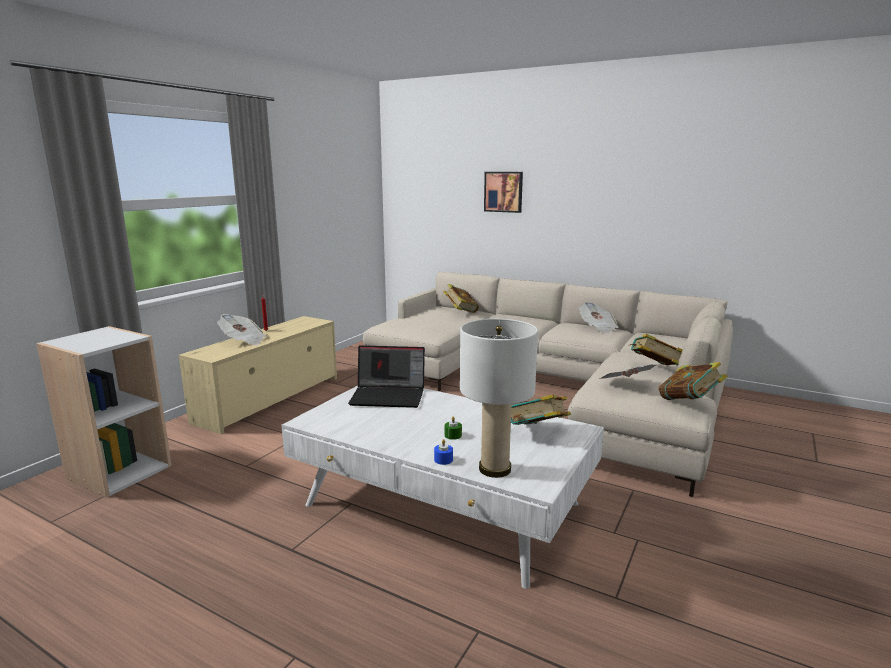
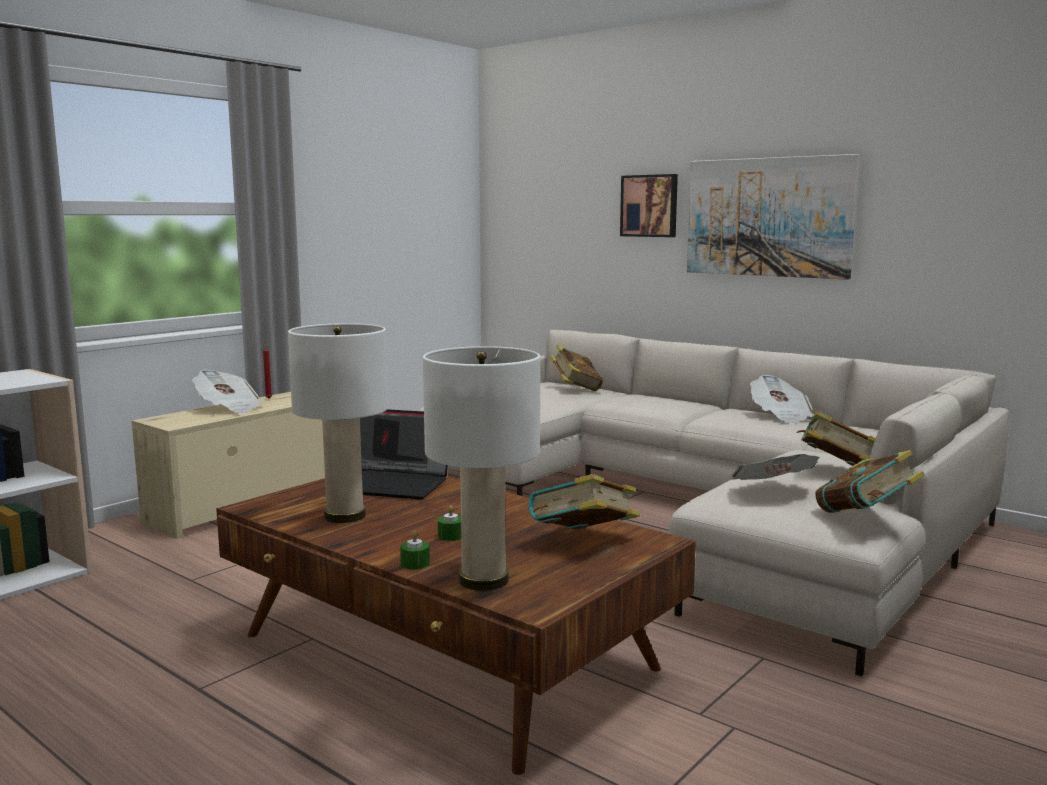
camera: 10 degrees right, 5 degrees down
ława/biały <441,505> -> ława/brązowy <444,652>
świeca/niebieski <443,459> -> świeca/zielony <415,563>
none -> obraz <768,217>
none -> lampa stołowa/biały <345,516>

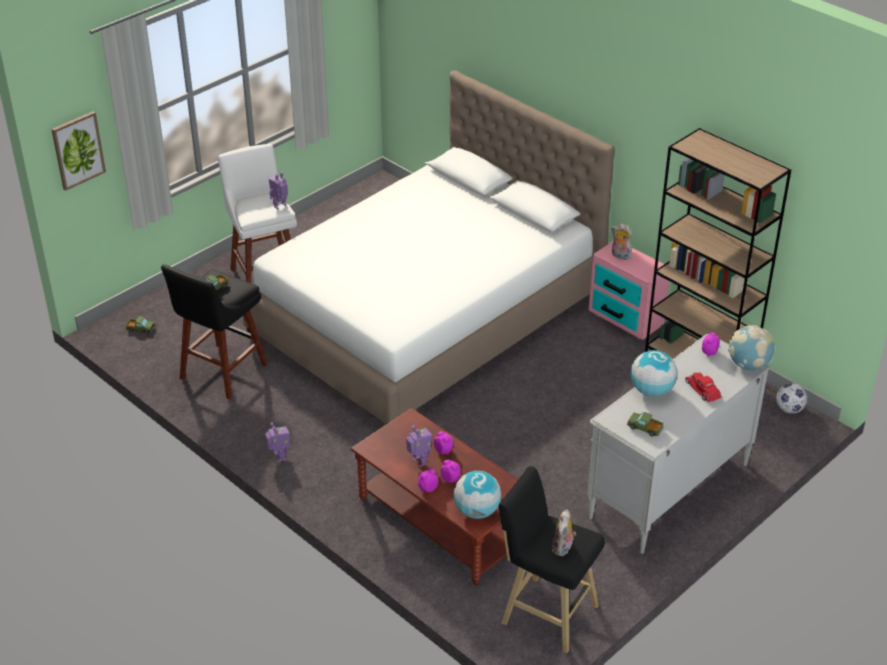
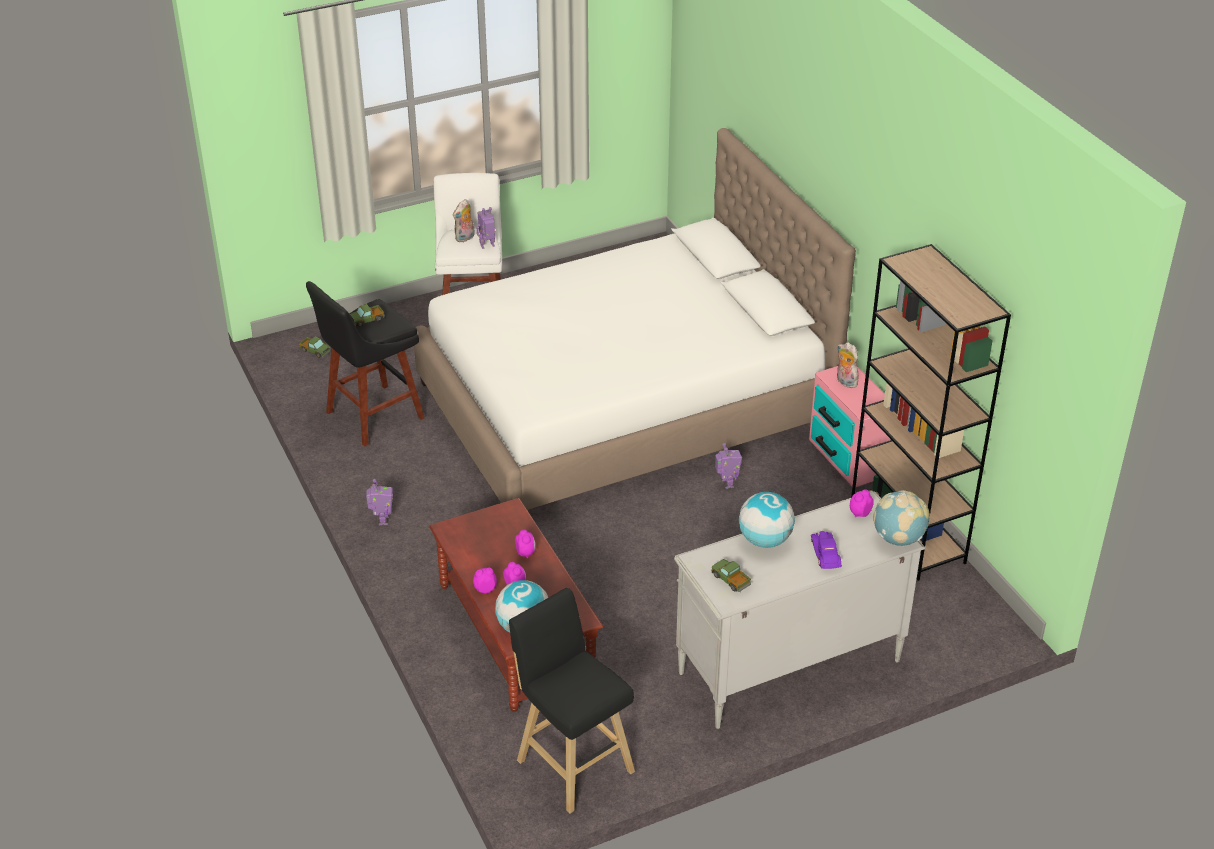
camera: 20 degrees right, 0 degrees up
obraz <78,150> -> none
samochodzik/czerwony <703,390> -> samochodzik/fioletowy <825,554>
piłka futbolowa <789,409> -> none
robot zabawkowy <419,462> -> robot zabawkowy <726,484>, relocated
pluszak <563,548> -> pluszak <465,238>, relocated

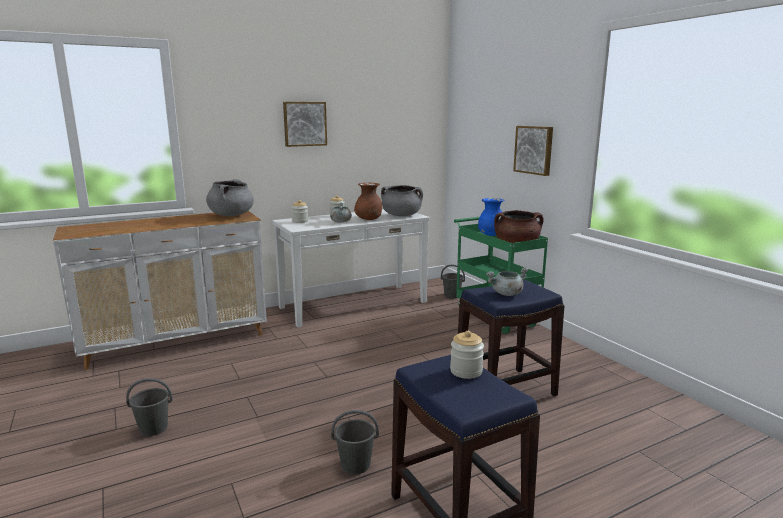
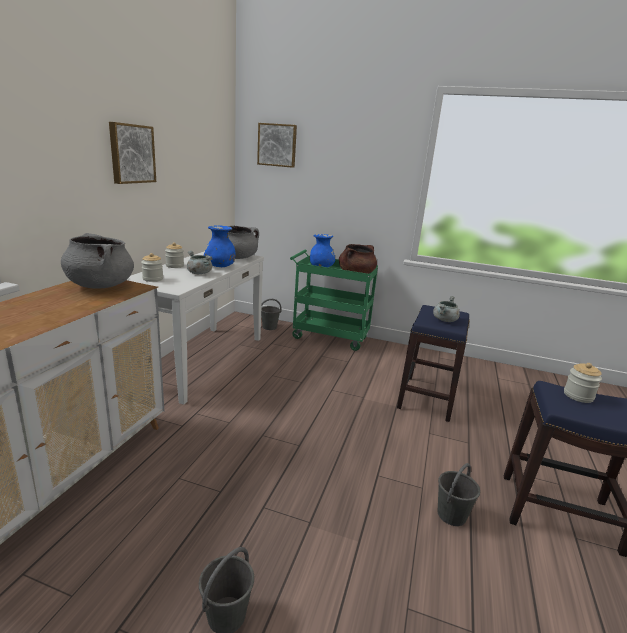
camera: 45 degrees left, 5 degrees up
obraz <534,150> -> obraz <277,145>, relocated
wazon/brązowy <368,219> -> wazon/niebieski <220,266>

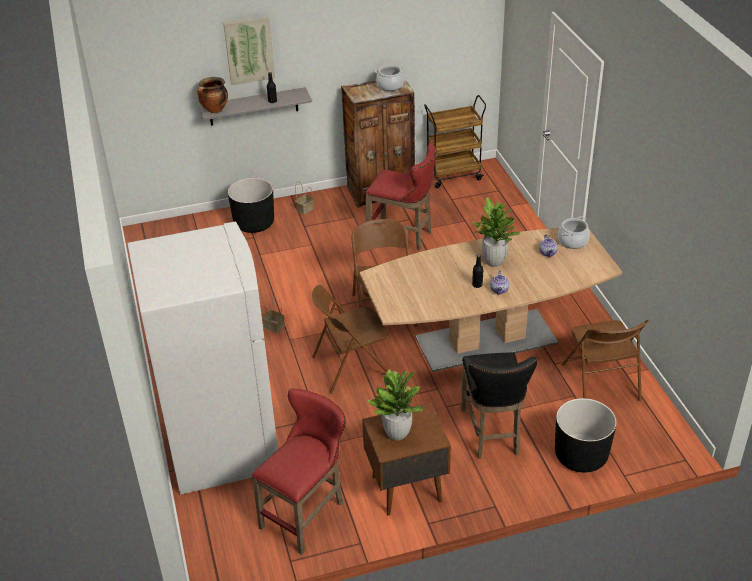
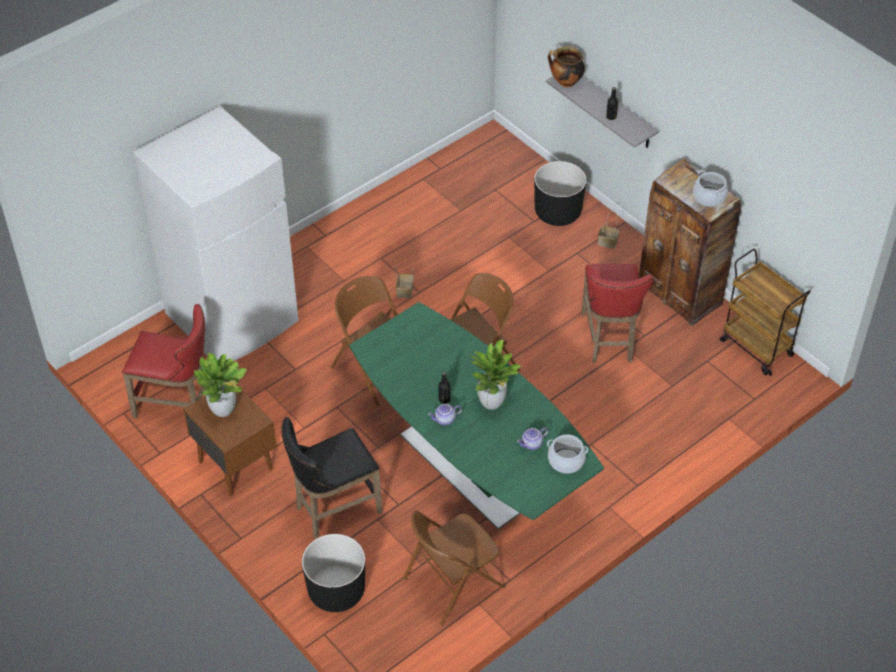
camera: 65 degrees right, 10 degrees up
obraz <249,50> -> none
stół jadalny/brązowy <486,340> -> stół jadalny/zielony <471,466>

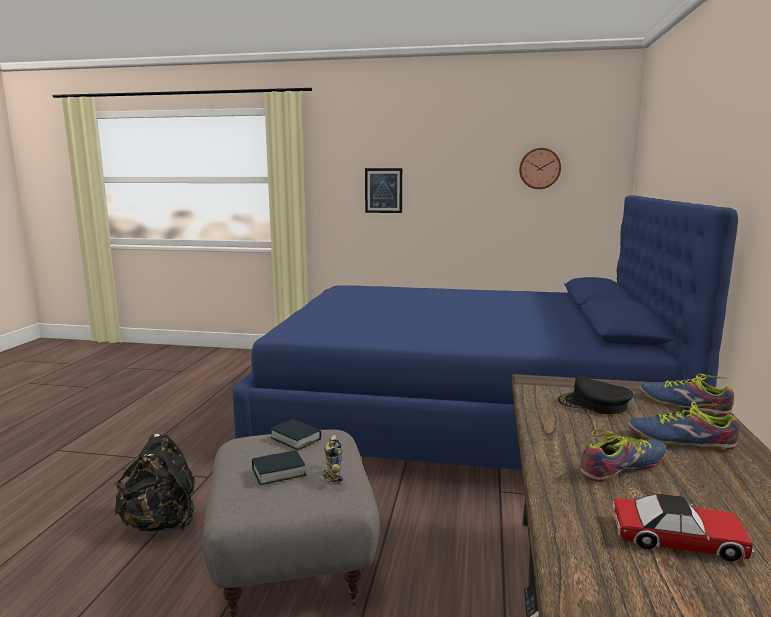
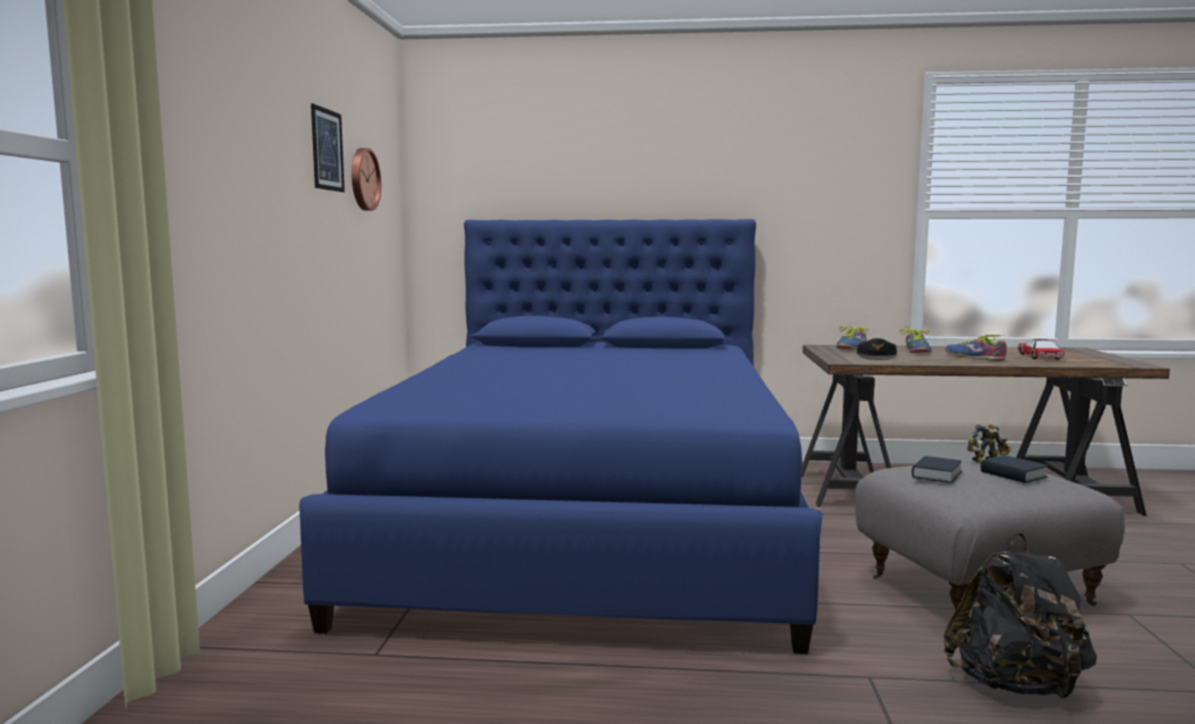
camera: 95 degrees left, 5 degrees down
obraz <383,190> -> obraz <327,149>, relocated

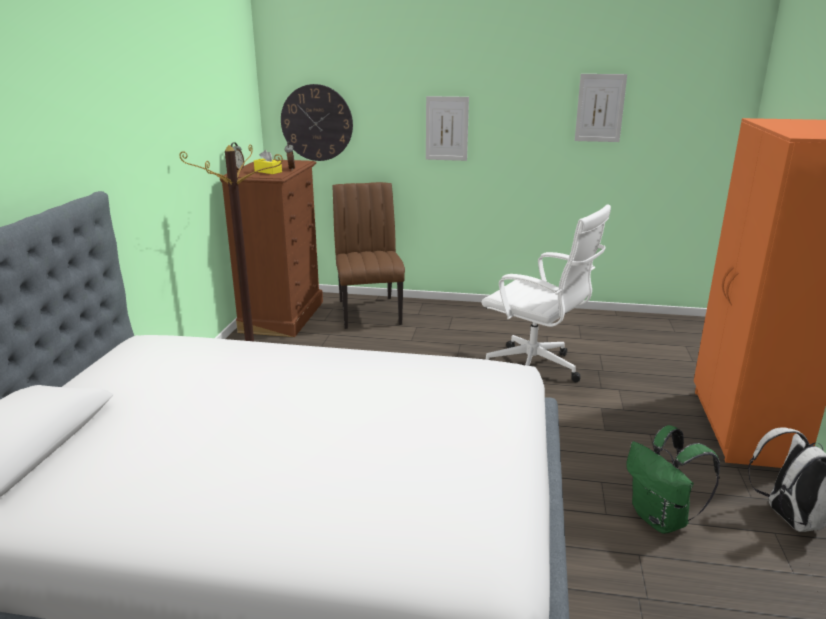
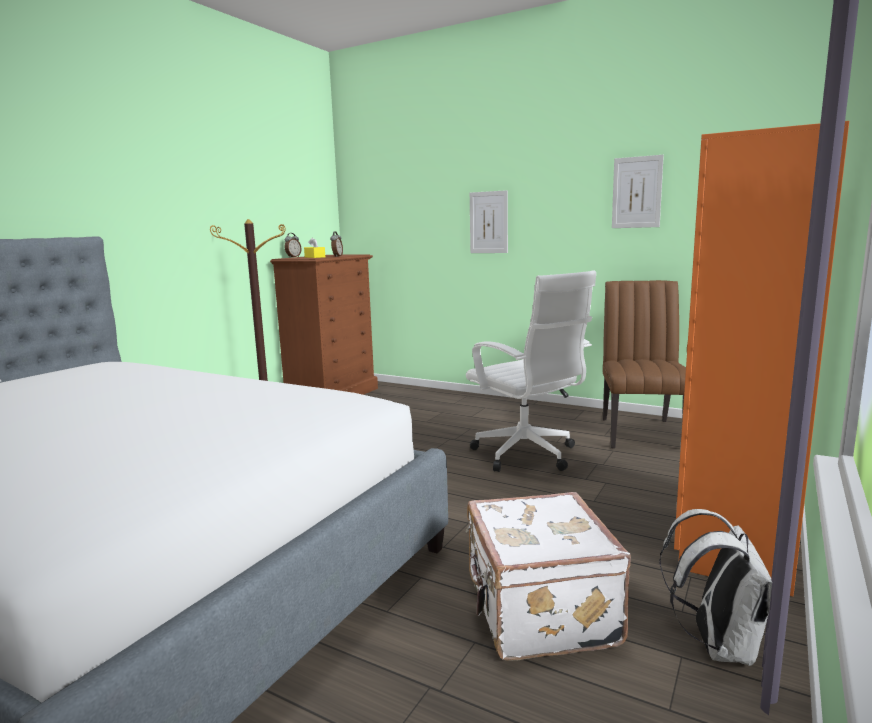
camera: 20 degrees right, 10 degrees down
zegar ścienny <316,123> -> none
krzesło/brązowy <369,312> -> krzesło/brązowy <641,434>, relocated
plecak/zielony <661,519> -> walizka/biały <538,612>

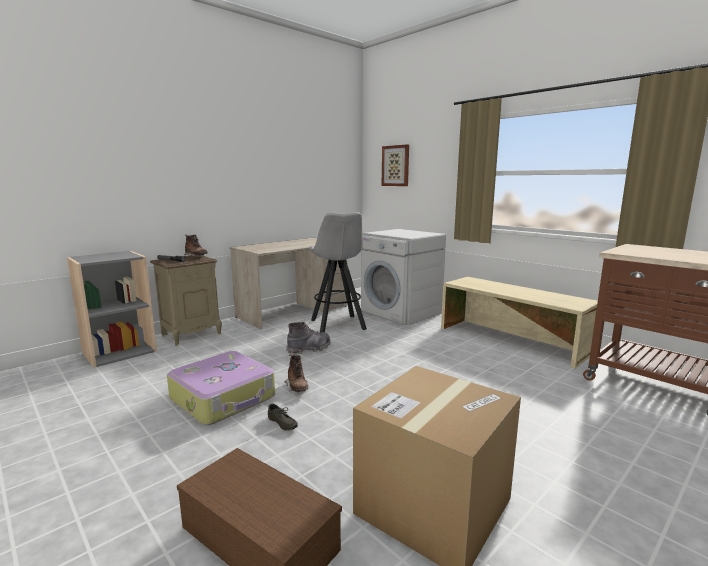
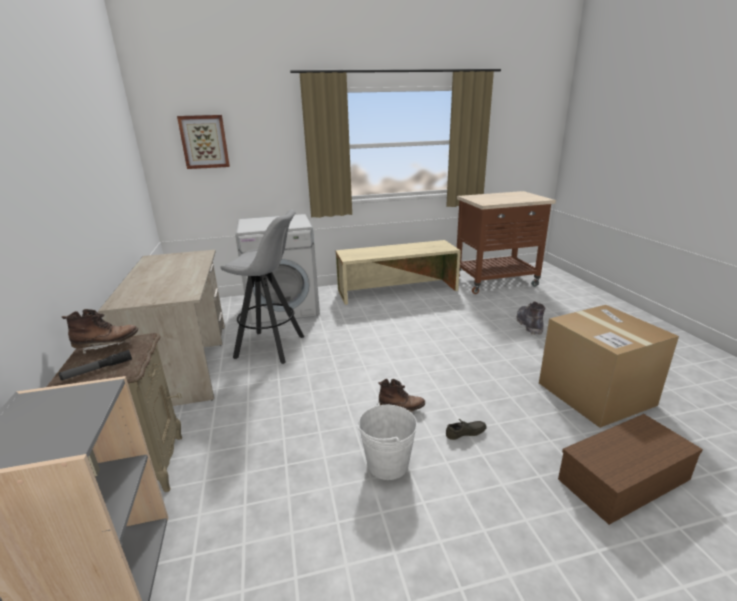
camera: 60 degrees left, 10 degrees up
but z cholewką/szary <309,349> -> but z cholewką/szary <529,325>, relocated
walizka <224,398> -> wiadro/biały <387,464>

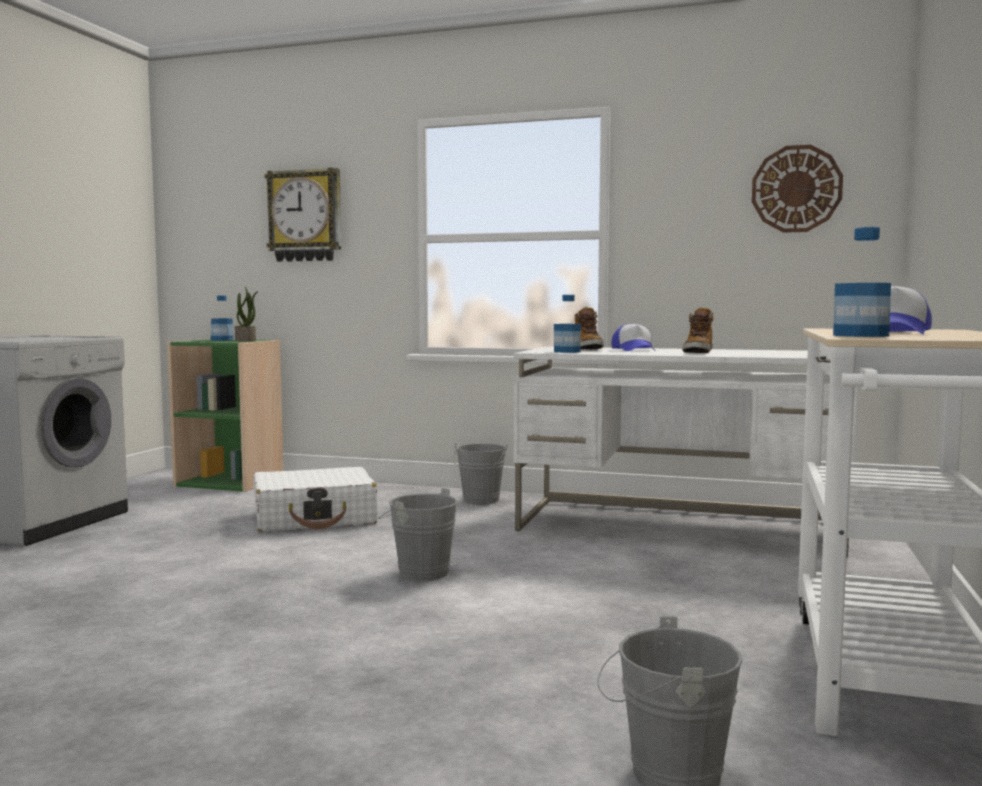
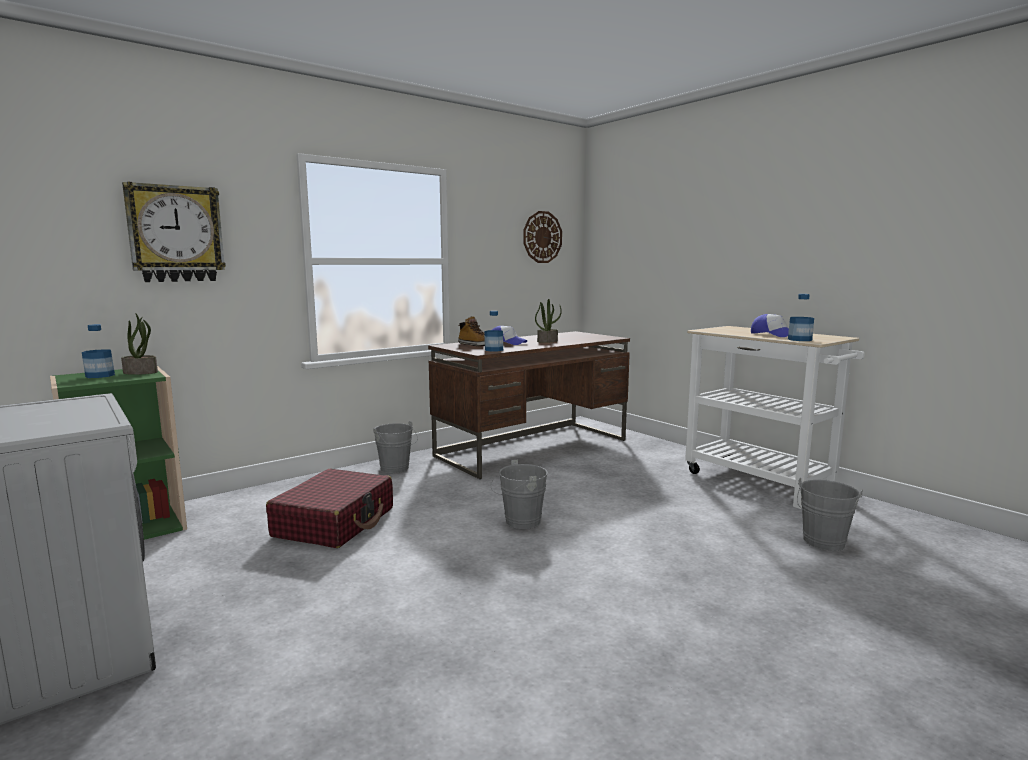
camera: 55 degrees left, 5 degrees up
but z cholewką <698,352> -> roślina doniczkowa <547,341>
biurko/biały <679,526> -> biurko/brązowy <533,448>
walizka/biały <315,518> -> walizka/czerwony <335,522>

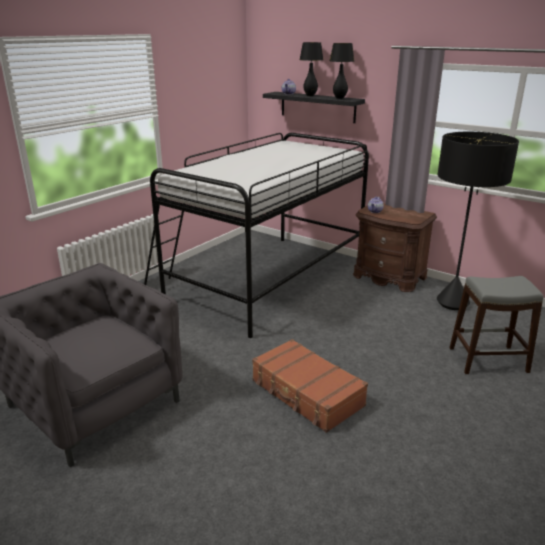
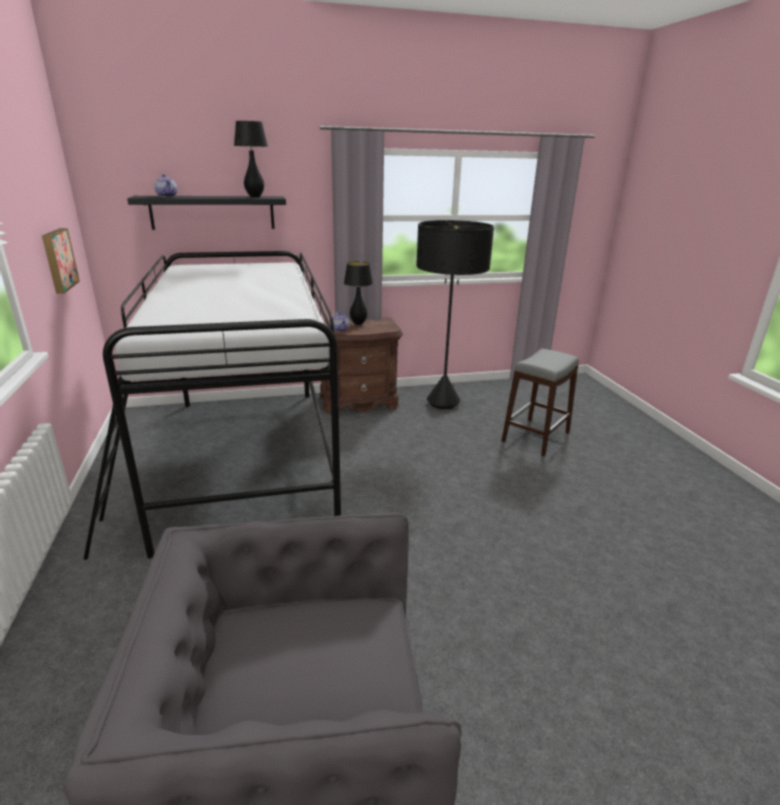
camera: 50 degrees left, 0 degrees up
lampa stołowa/czarny <310,95> -> lampa stołowa/czarny <358,323>, relocated
walizka/brązowy <306,394> -> none
none -> obraz <58,260>

